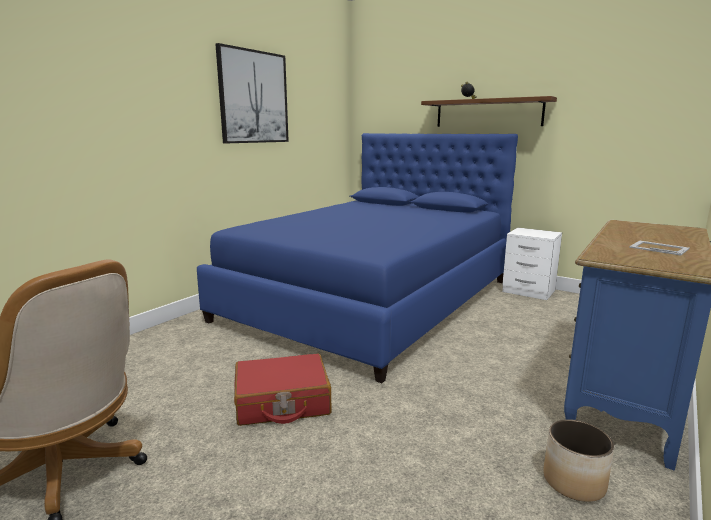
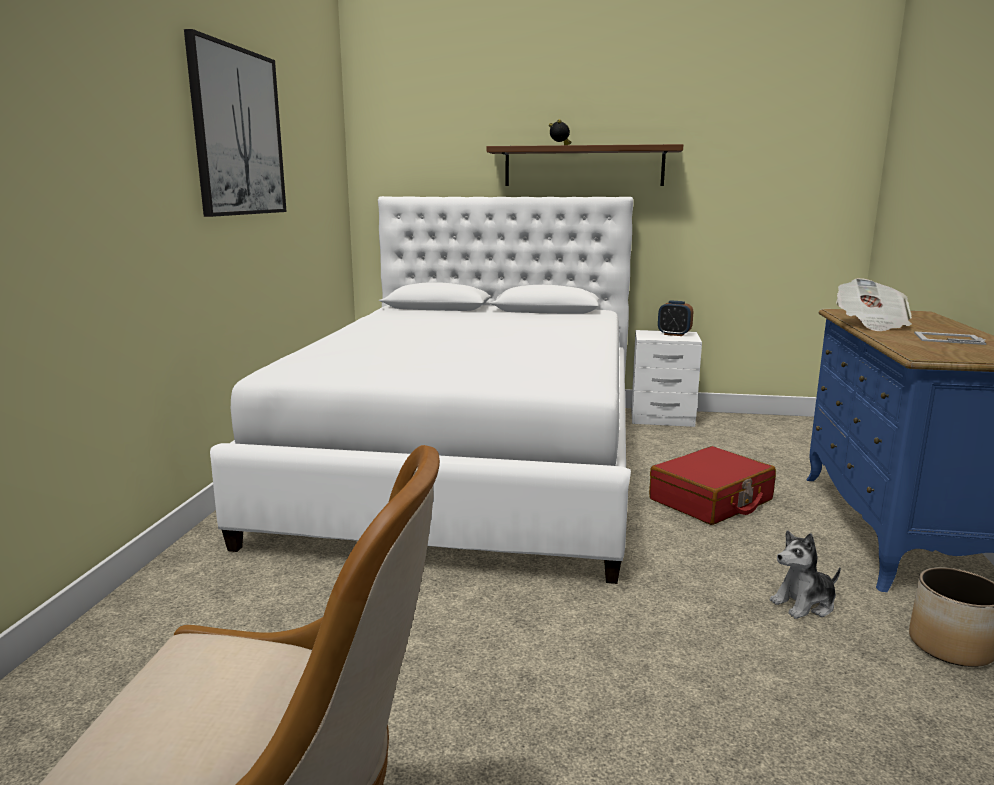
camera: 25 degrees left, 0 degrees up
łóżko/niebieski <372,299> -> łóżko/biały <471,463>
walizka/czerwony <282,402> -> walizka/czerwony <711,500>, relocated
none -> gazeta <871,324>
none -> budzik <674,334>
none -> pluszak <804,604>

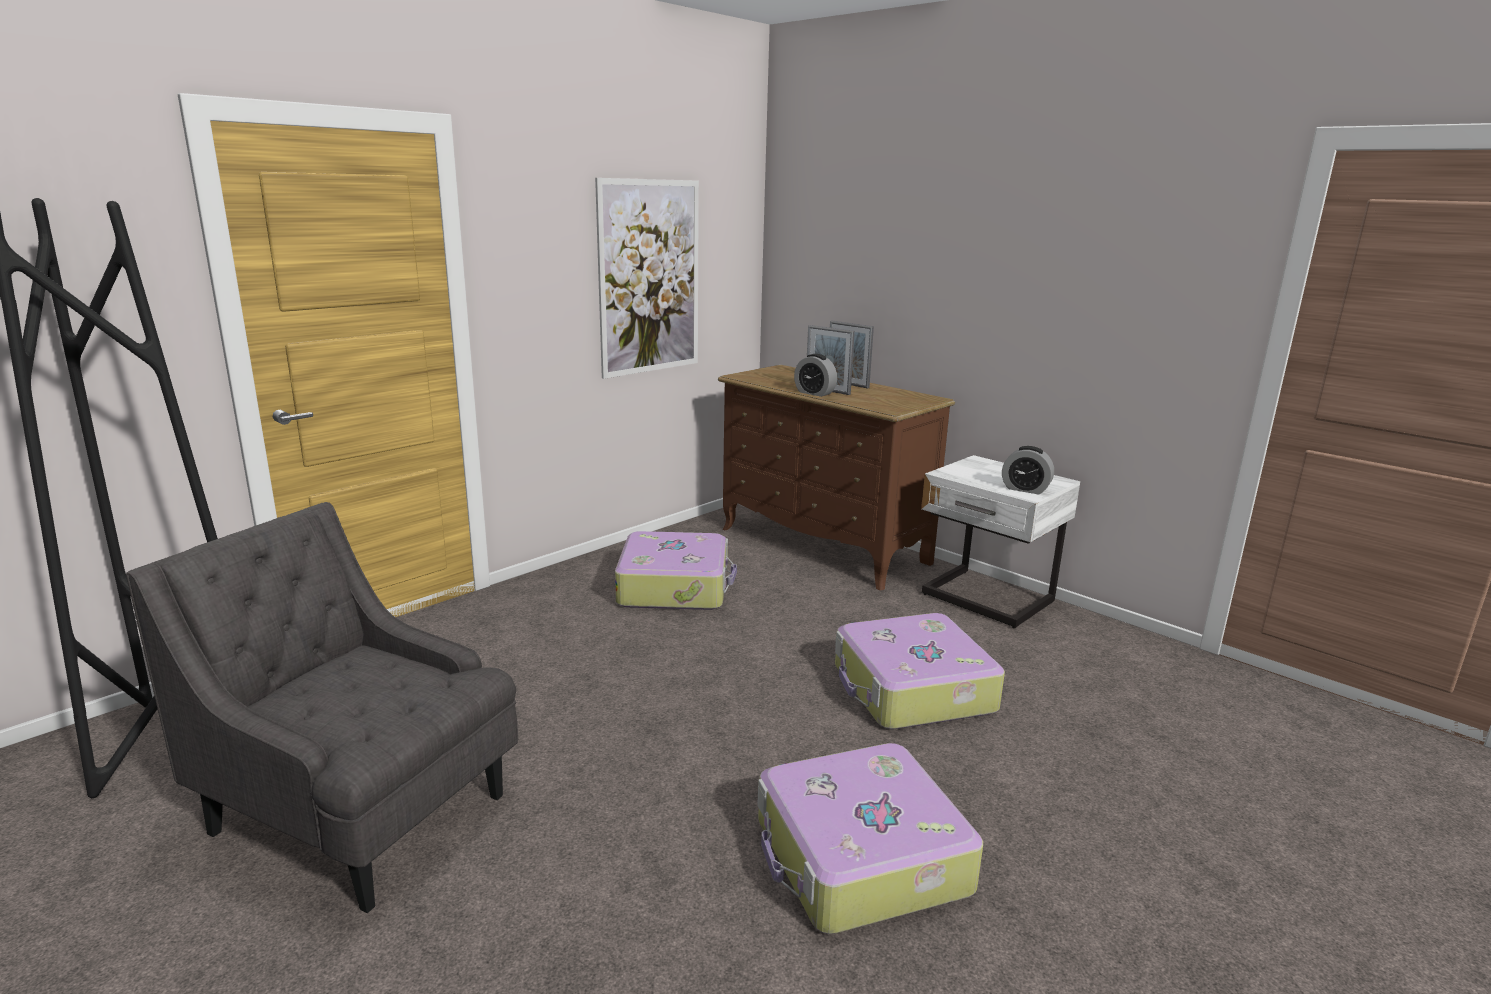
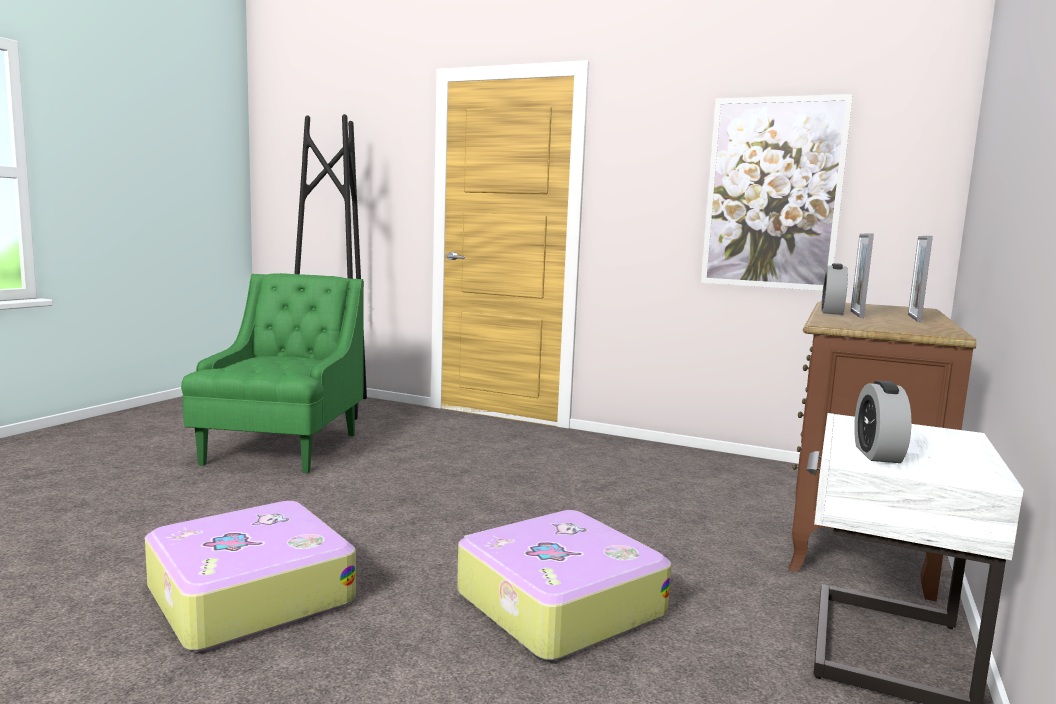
camera: 70 degrees right, 10 degrees down
fotel/szary <364,815> -> fotel/zielony <282,449>
walizka <675,586> -> none

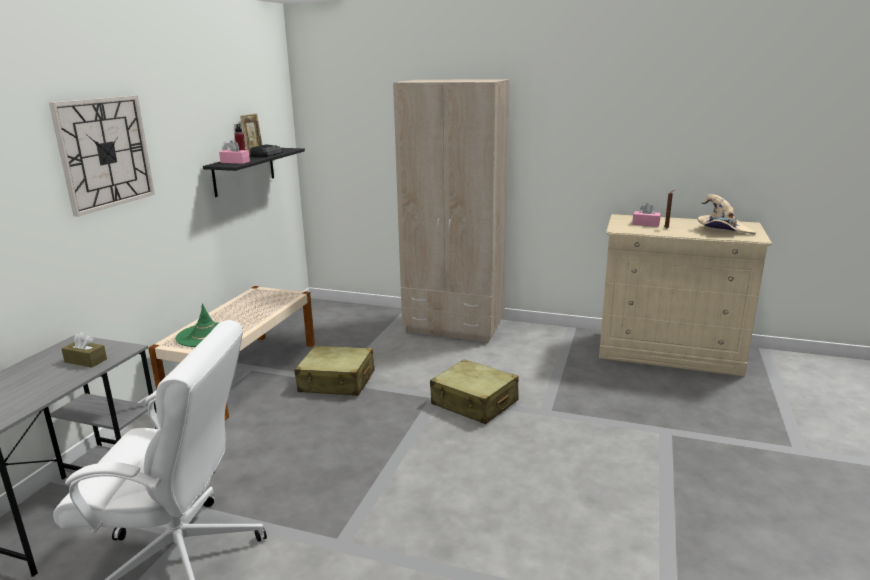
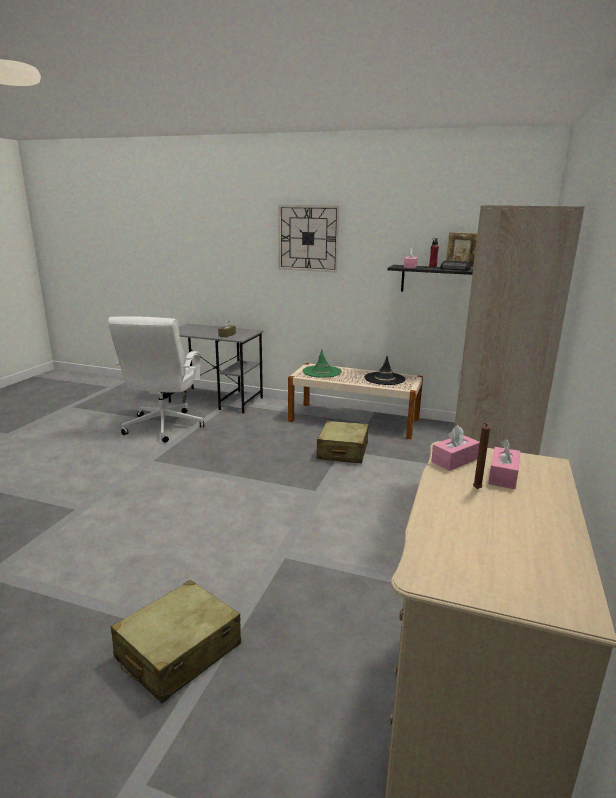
camera: 90 degrees right, 0 degrees up
kapelusz/beżowy <722,230> -> none
walizka/beżowy <474,403> -> walizka/beżowy <178,652>, relocated
none -> kapelusz/czarny <384,379>
none -> pudełko chusteczek/różowy <454,460>

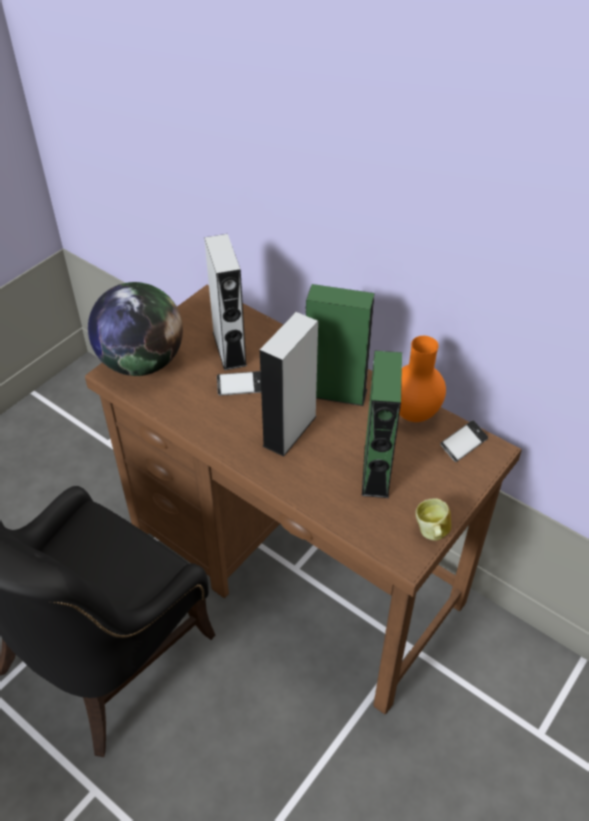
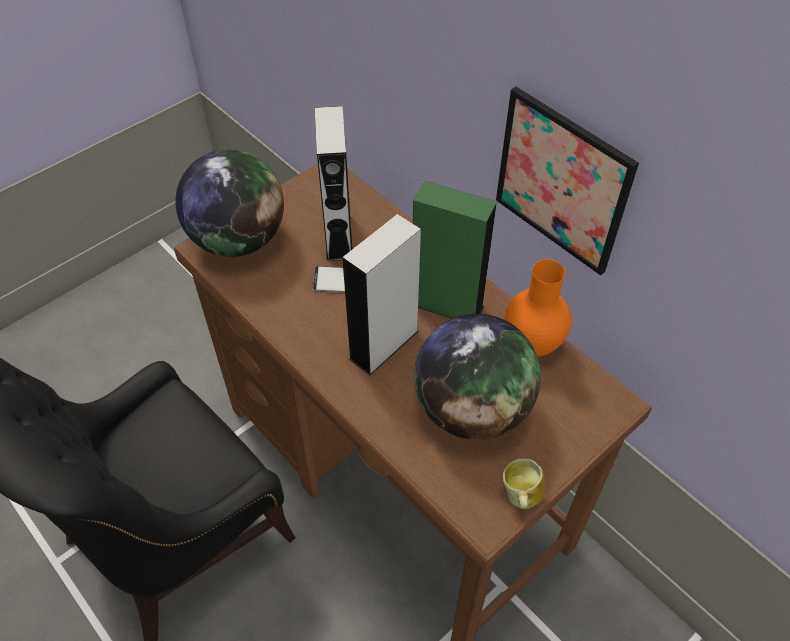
camera: 10 degrees right, 5 degrees up
głośnik/zielony <376,471> -> globus <472,409>
telefon <463,444> -> none
none -> obraz <561,182>

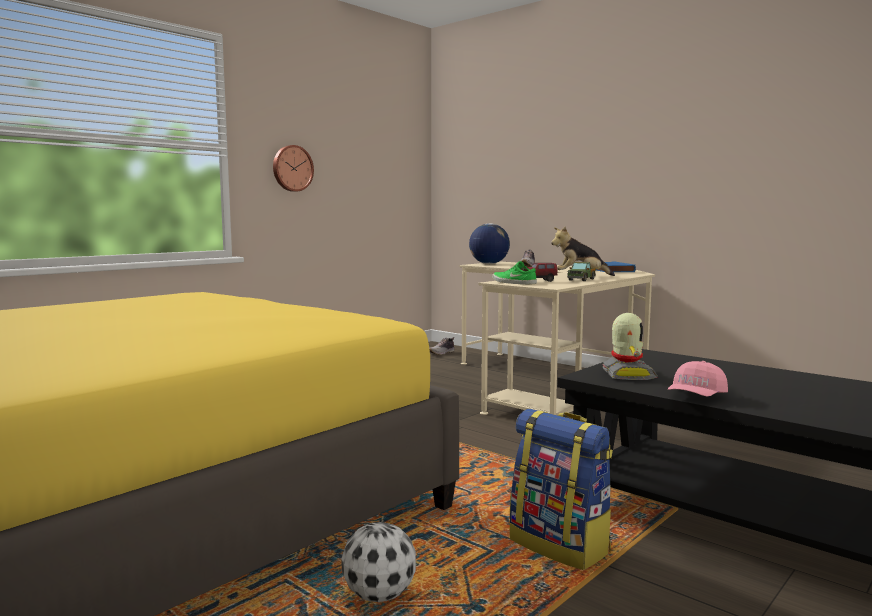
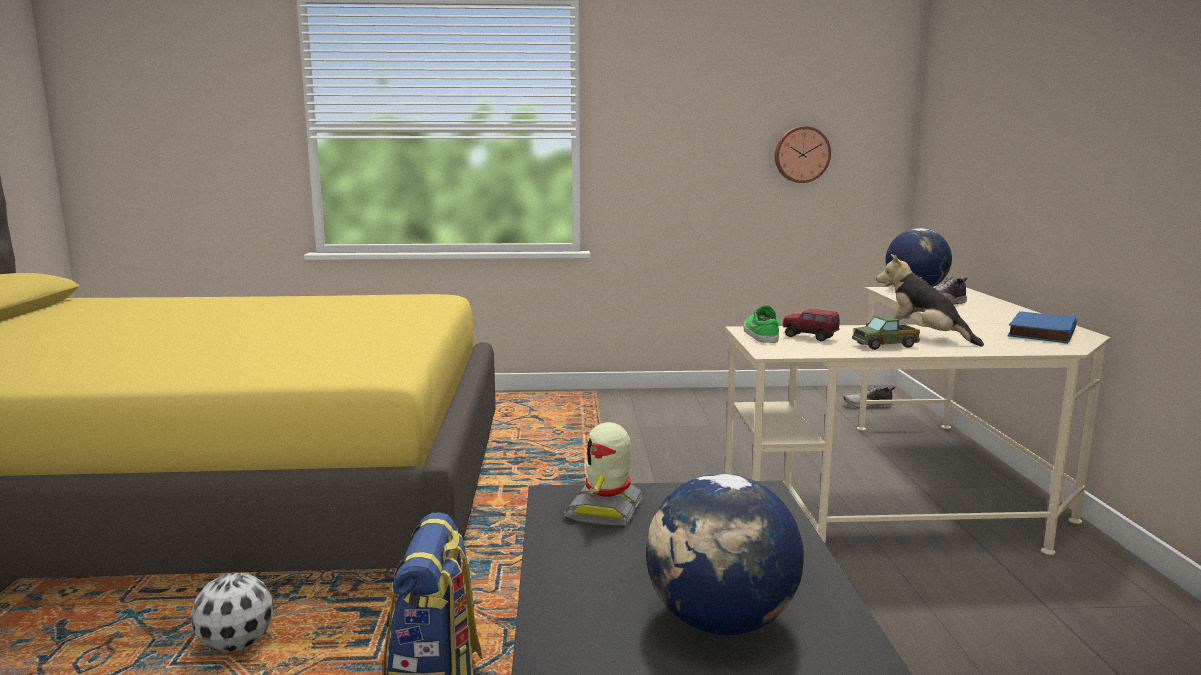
camera: 45 degrees right, 5 degrees up
zegar ścienny <292,168> -> zegar ścienny <801,154>, relocated
robot zabawkowy <627,374> -> robot zabawkowy <606,511>, 150 degrees clockwise
czapka z daszkiem/różowy <696,397> -> none
none -> globus <720,622>

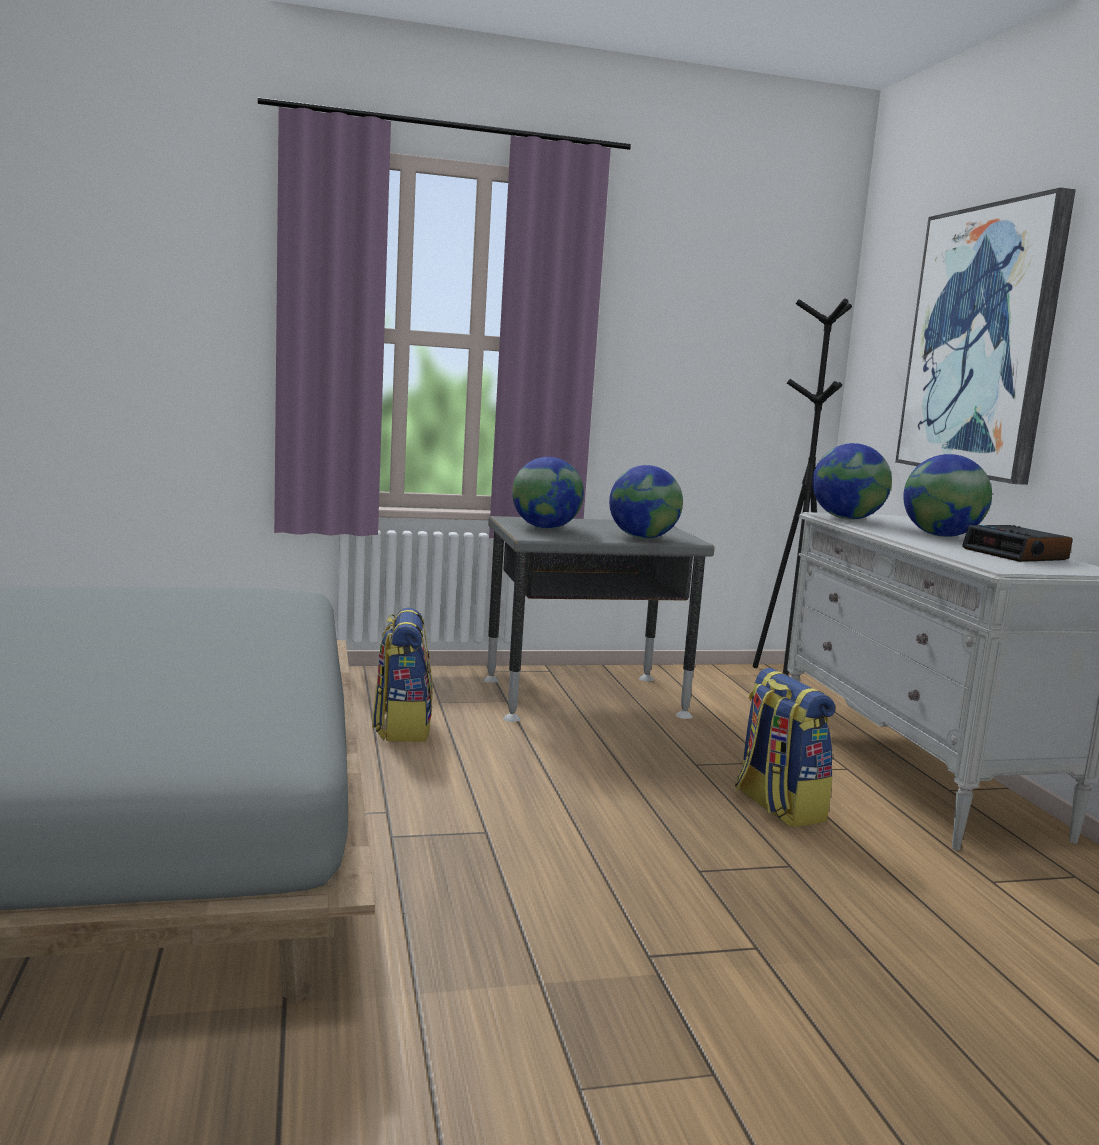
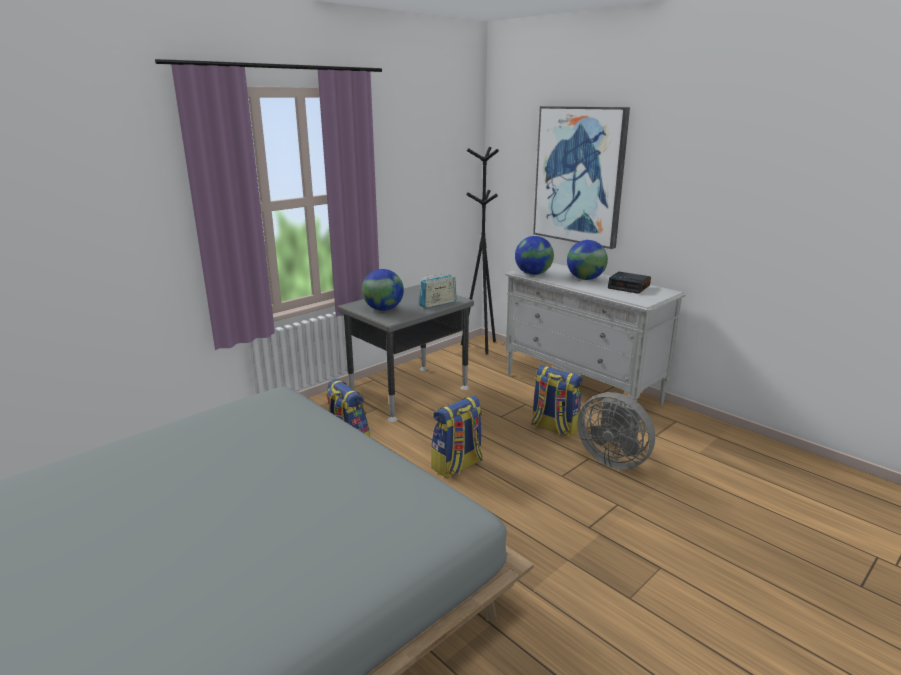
camera: 30 degrees left, 10 degrees up
globus <642,538> -> radio <438,304>
none -> wentylator/szary <613,459>
none -> plecak <457,466>

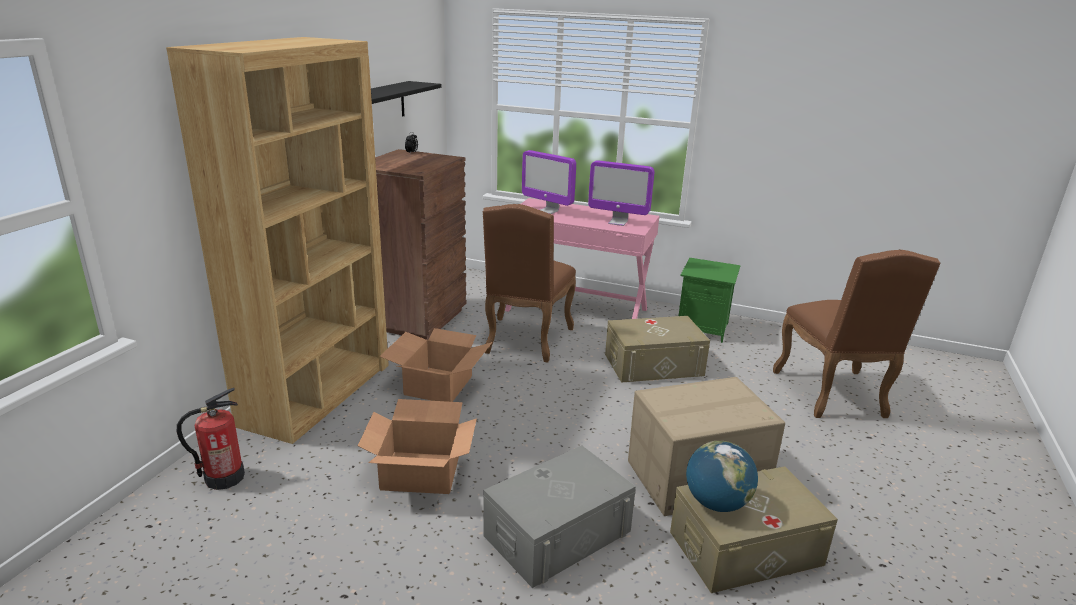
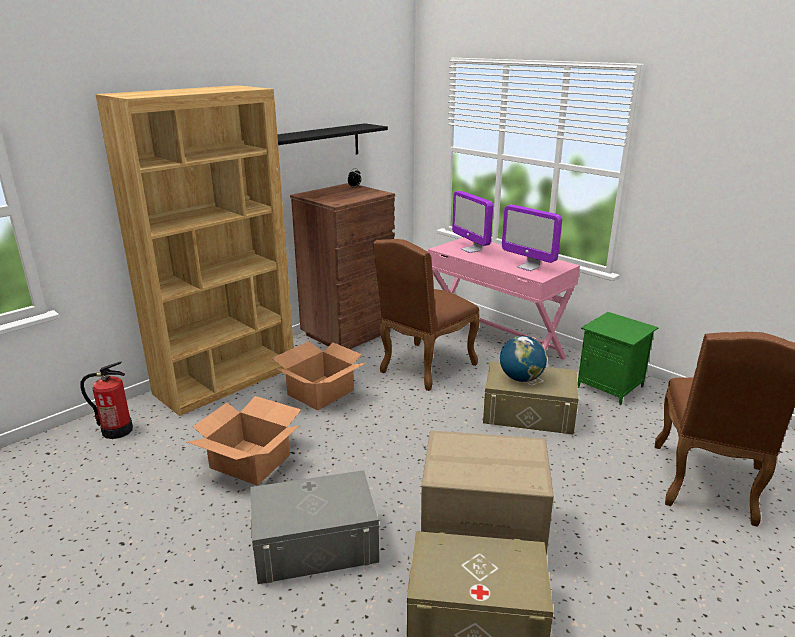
camera: 25 degrees right, 0 degrees up
globus <716,503> -> globus <521,378>, relocated

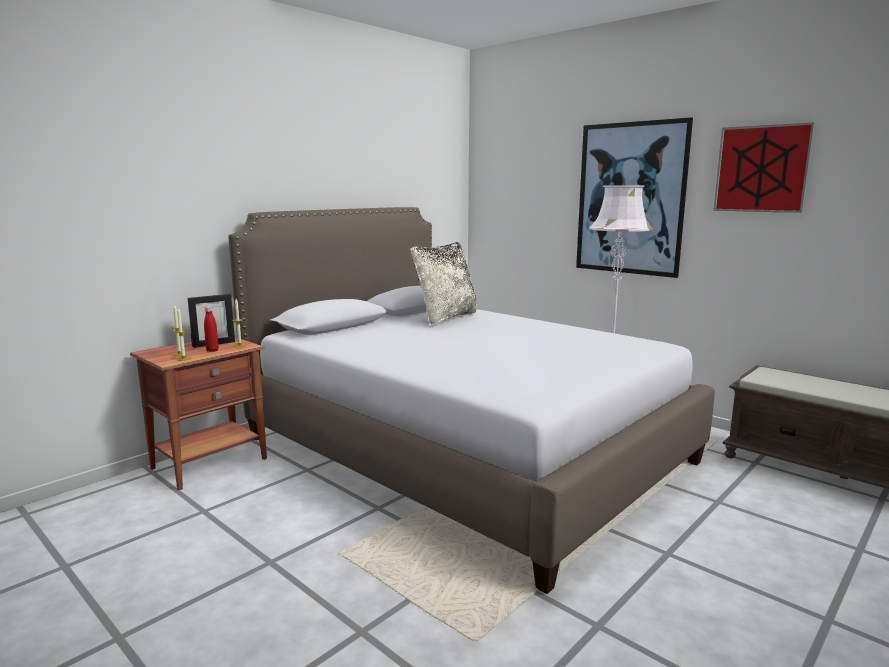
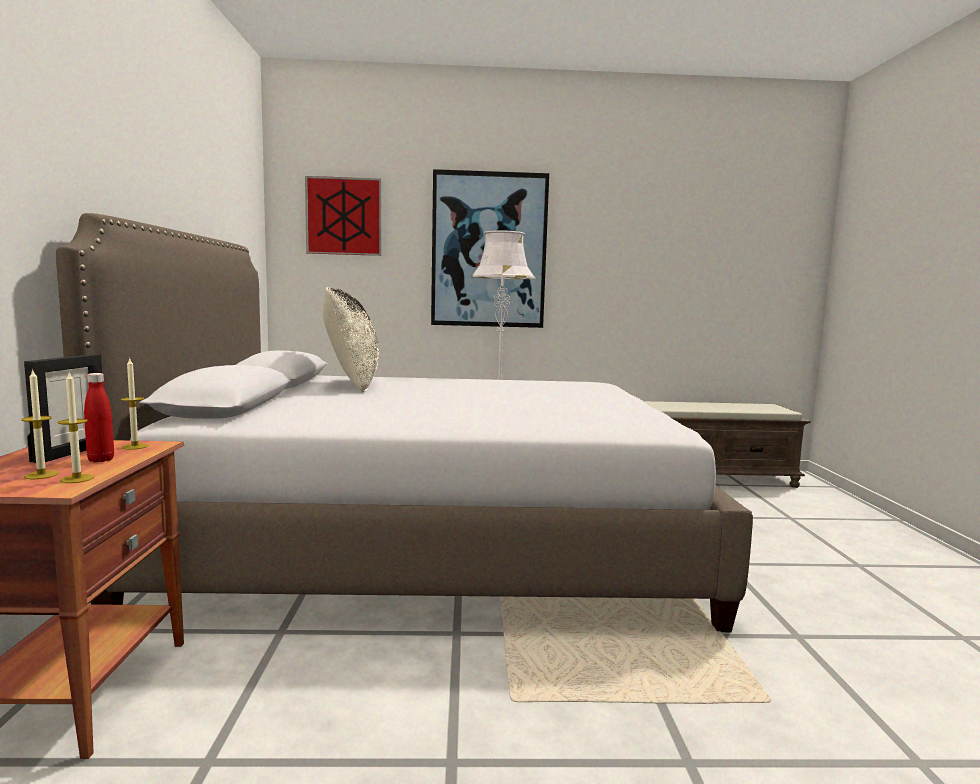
camera: 45 degrees left, 5 degrees down
obraz <761,169> -> obraz <344,216>, relocated

